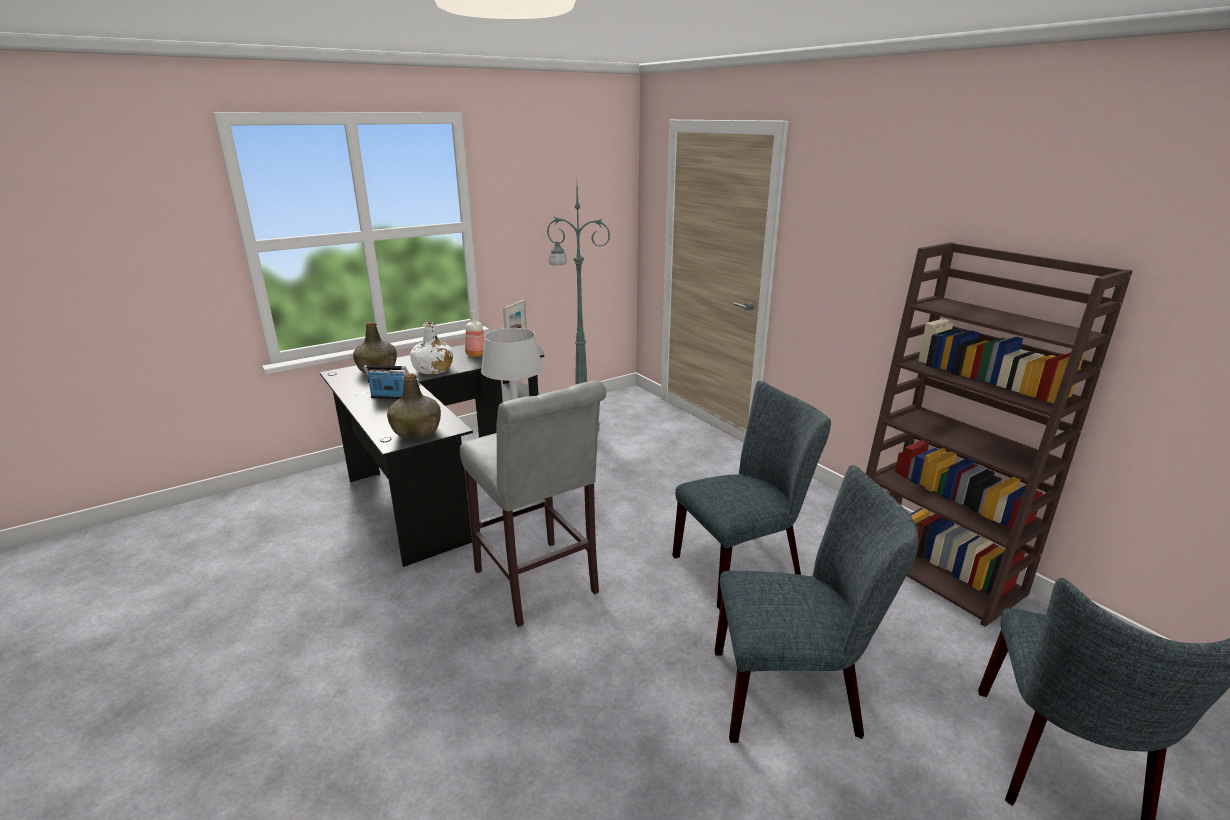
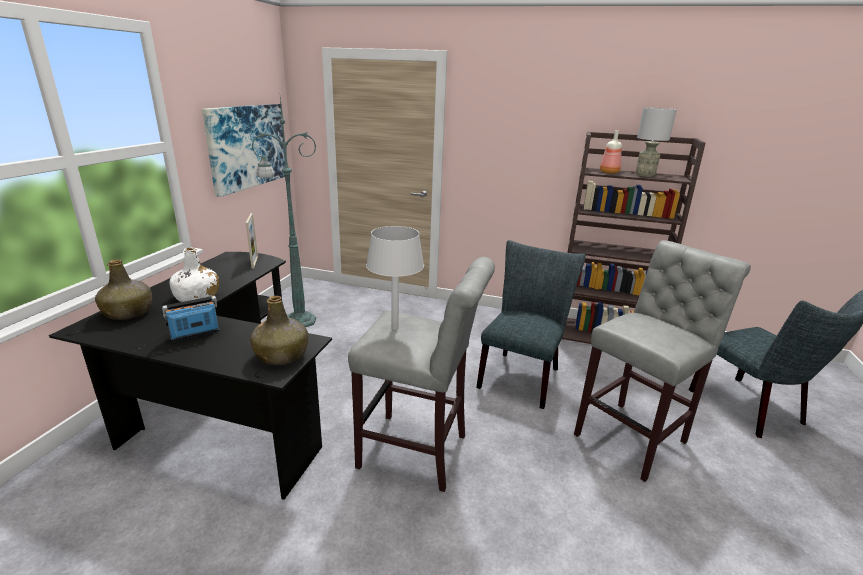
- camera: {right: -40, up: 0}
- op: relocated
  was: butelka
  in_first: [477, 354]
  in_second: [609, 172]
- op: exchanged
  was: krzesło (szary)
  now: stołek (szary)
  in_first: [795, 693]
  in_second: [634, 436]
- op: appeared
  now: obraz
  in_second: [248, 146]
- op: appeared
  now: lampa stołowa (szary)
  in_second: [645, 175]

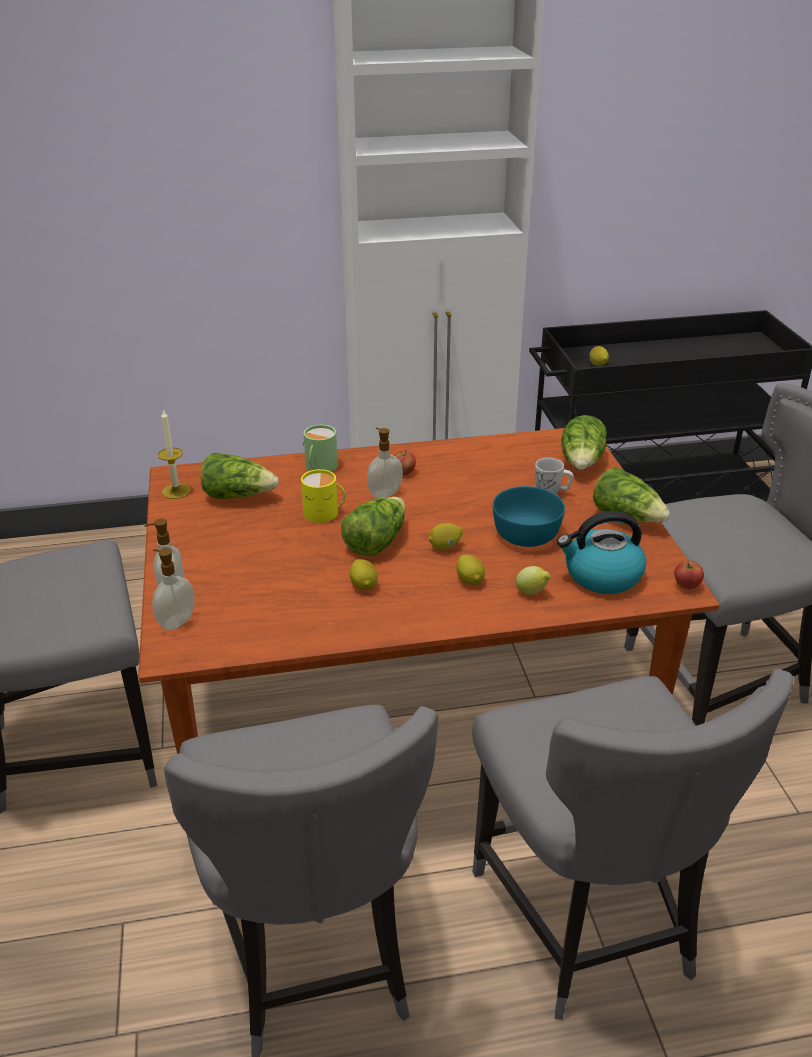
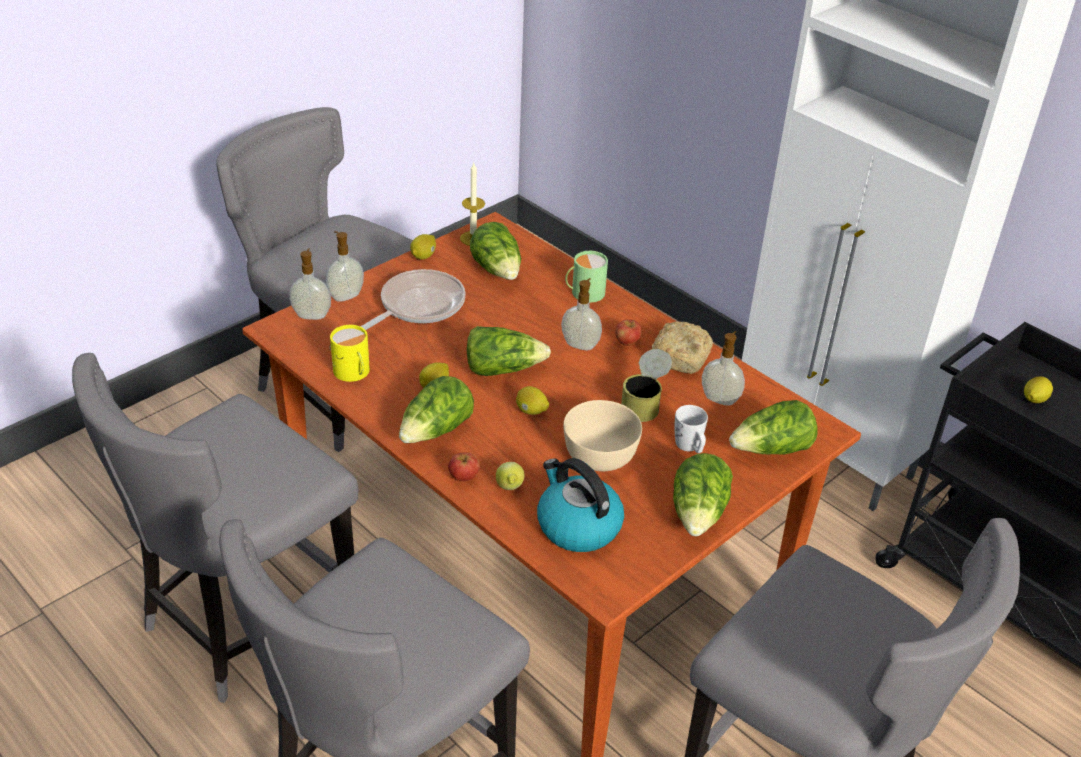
- camera: {right: 55, up: 5}
- op: relocated
  was: kubek (żółty)
  in_first: [324, 513]
  in_second: [352, 372]
- op: relocated
  was: cytryna
  in_first: [470, 580]
  in_second: [424, 256]
- op: colour
  was: miska (turkusowy)
  now: miska (beżowy)
  in_first: [527, 535]
  in_second: [599, 455]
- op: relocated
  was: jabłko
  in_first: [687, 585]
  in_second: [464, 477]
- op: appeared
  now: patelnia
  in_second: [418, 306]
- op: appeared
  now: sałata
  in_second: [436, 431]
- op: appeared
  now: puszka
  in_second: [645, 402]
- op: appeared
  now: chleb
  in_second: [681, 356]
- op: appeared
  now: dozownik mydła
  in_second: [720, 398]

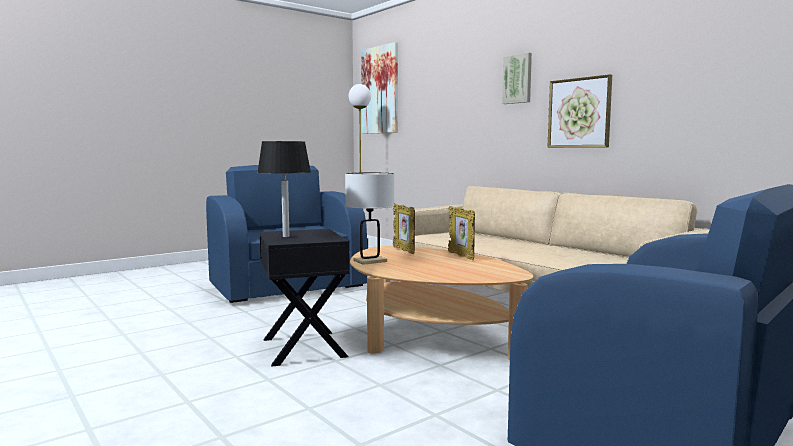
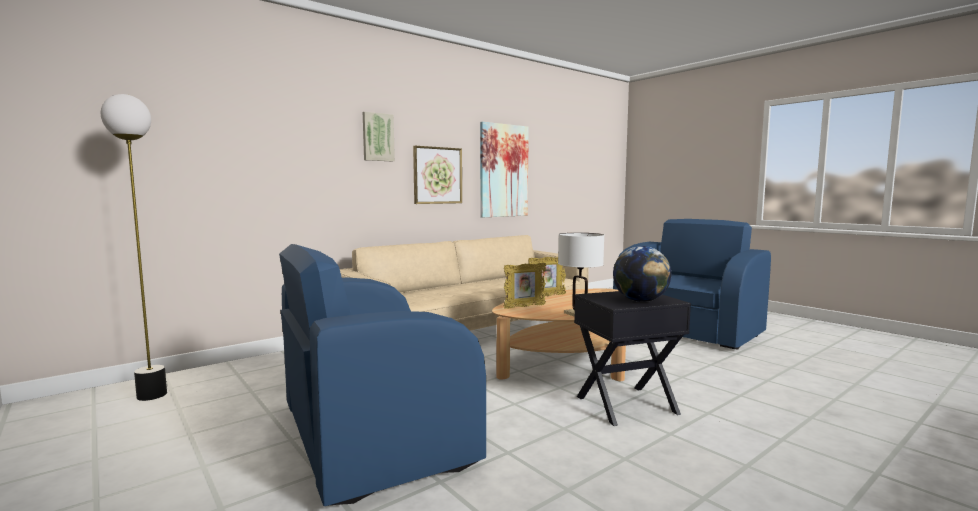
- camera: {right: -90, up: 0}
- op: exchanged
  was: lampa stołowa (czarny)
  now: globus
  in_first: [286, 236]
  in_second: [640, 301]
- op: relocated
  was: obraz
  in_first: [380, 90]
  in_second: [503, 170]

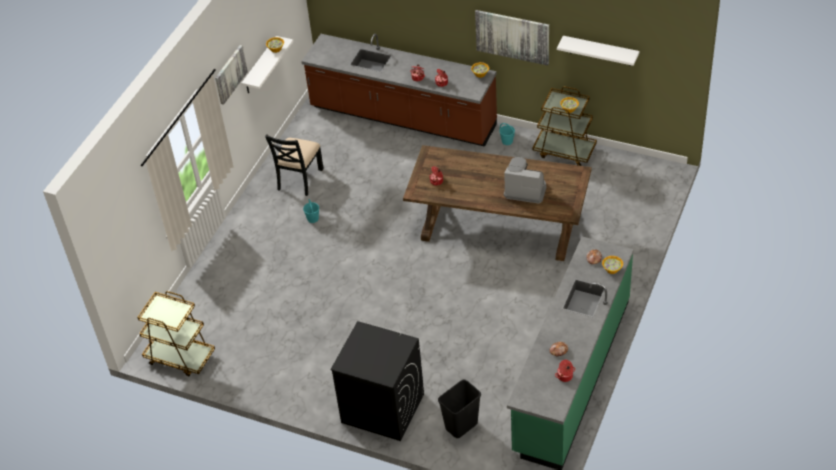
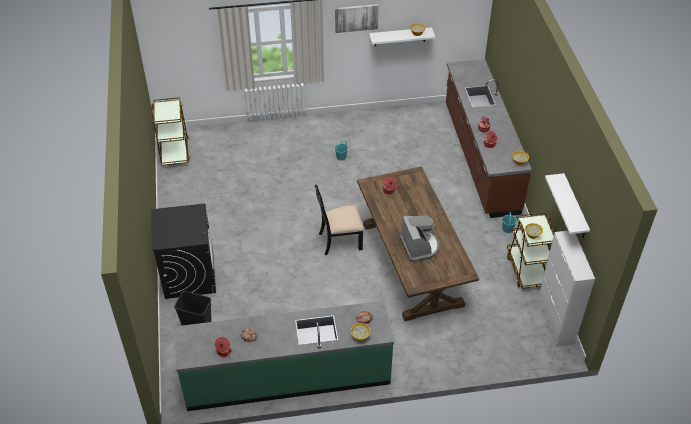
- camera: {right: 55, up: 0}
- op: relocated
  was: krzesło (czarny)
  in_first: [299, 179]
  in_second: [339, 241]
- op: missing
  was: obraz
  in_first: [512, 36]
- op: appeared
  now: szafka (biały)
  in_second: [555, 321]

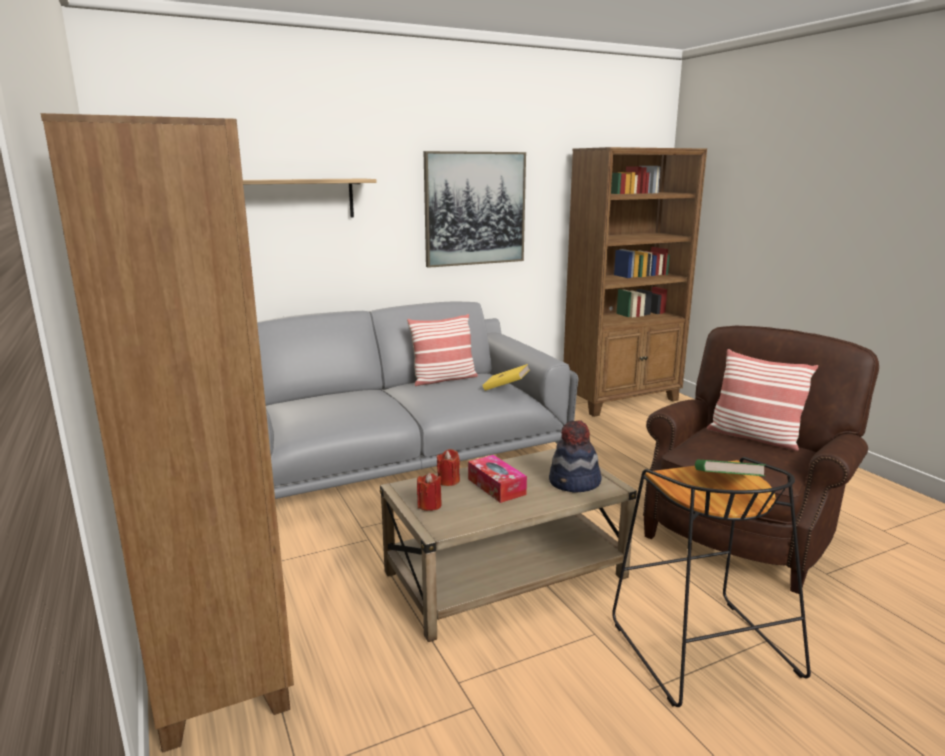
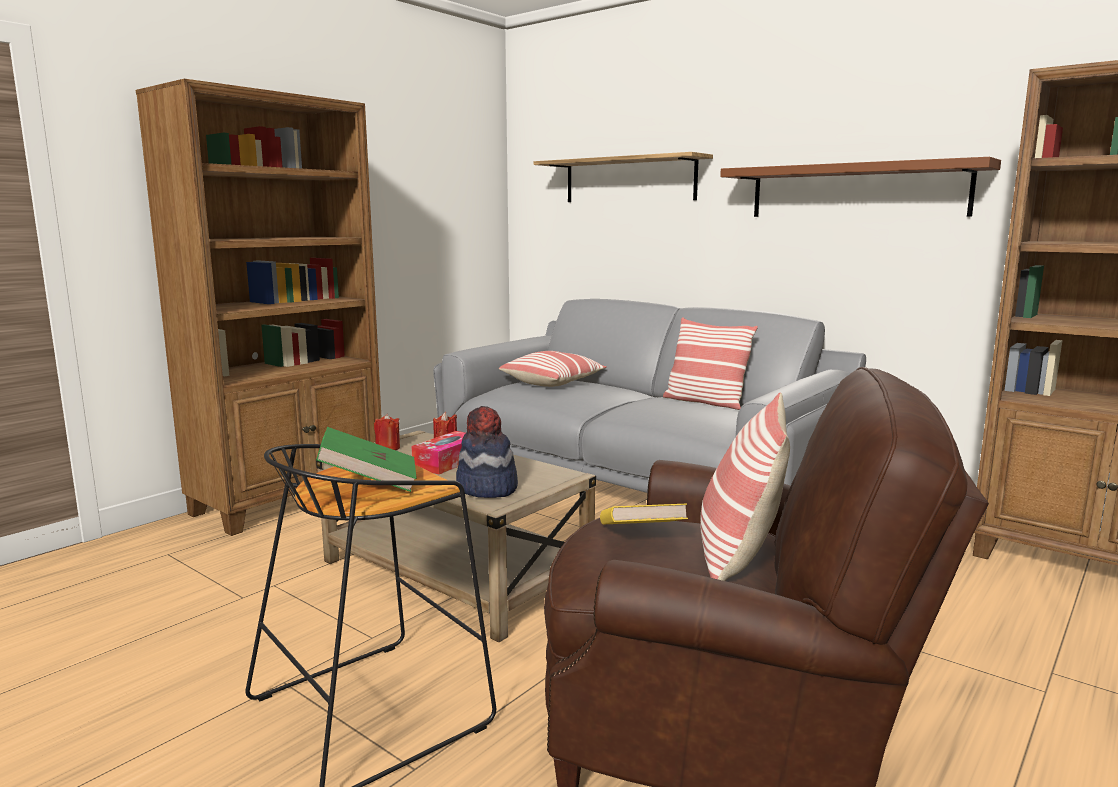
- camera: {right: 65, up: -5}
- op: exchanged
  was: obraz
  now: półka (brązowy)
  in_first: [475, 209]
  in_second: [856, 191]
- op: relocated
  was: książka (żółty)
  in_first: [506, 388]
  in_second: [640, 538]
- op: appeared
  now: poduszka
  in_second: [553, 382]

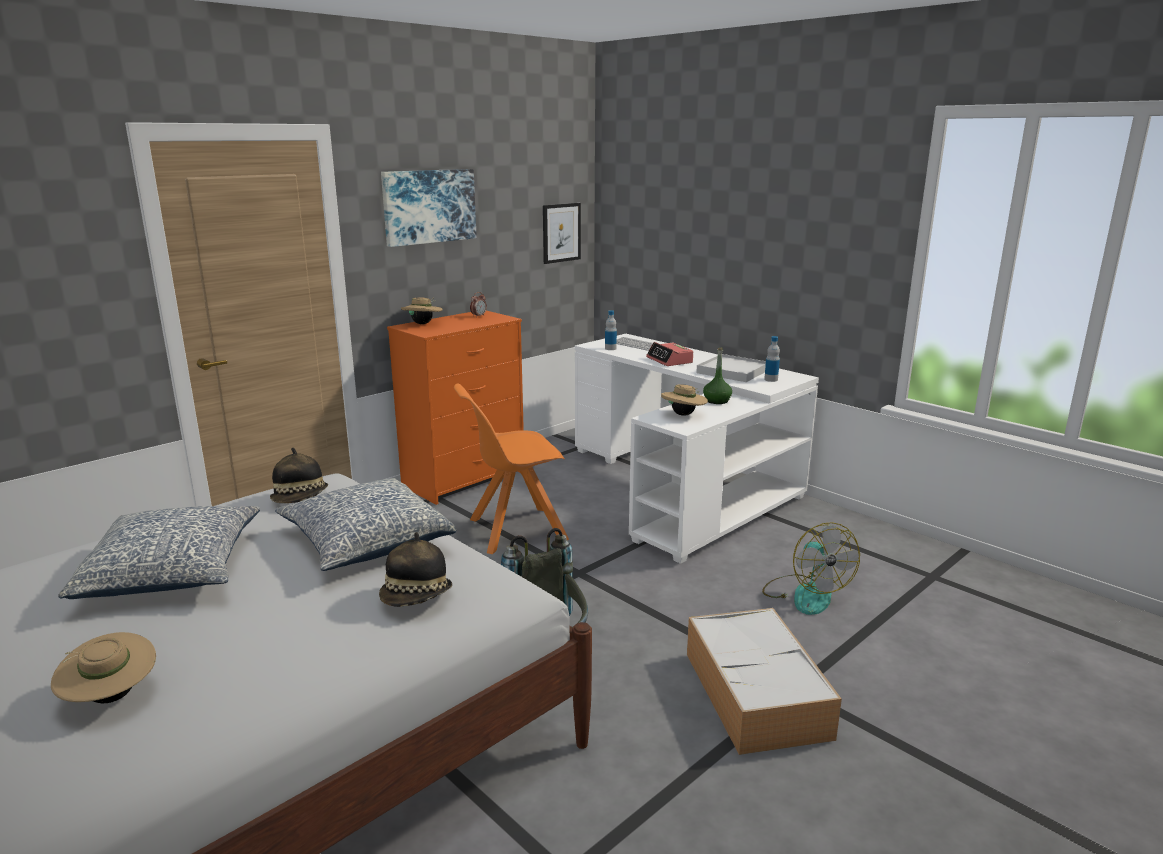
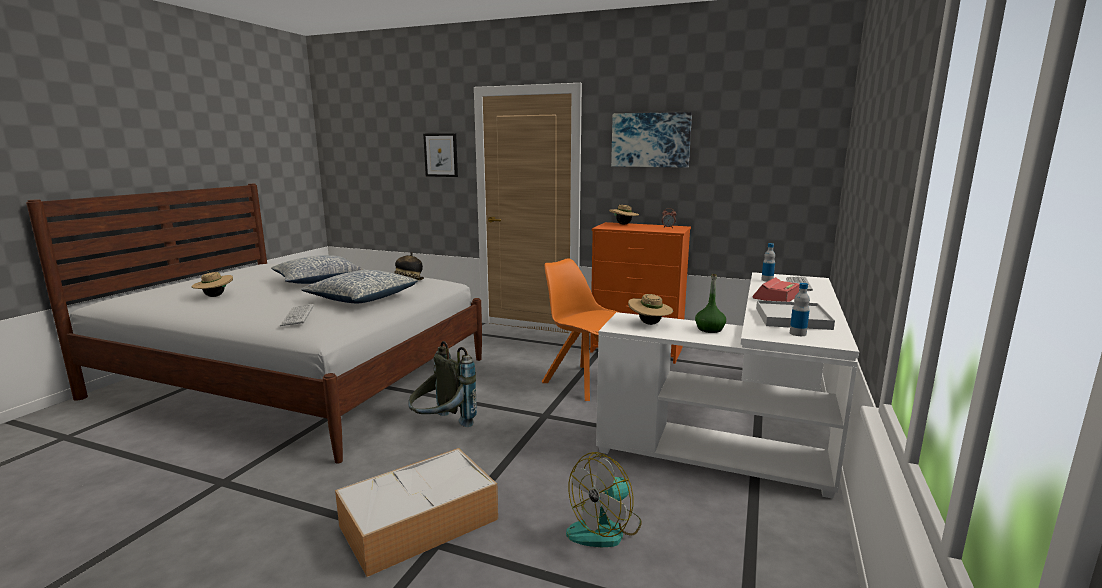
- camera: {right: 65, up: -5}
- op: exchanged
  was: kapelusz
  now: klawiatura
  in_first: [417, 598]
  in_second: [297, 316]
- op: relocated
  was: obraz
  in_first: [561, 233]
  in_second: [441, 155]

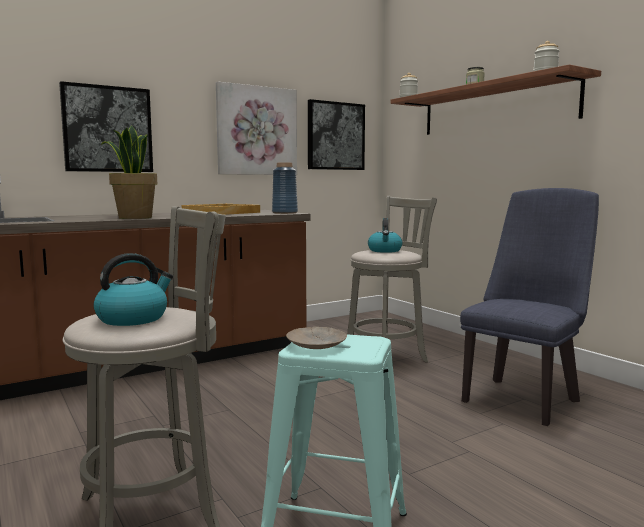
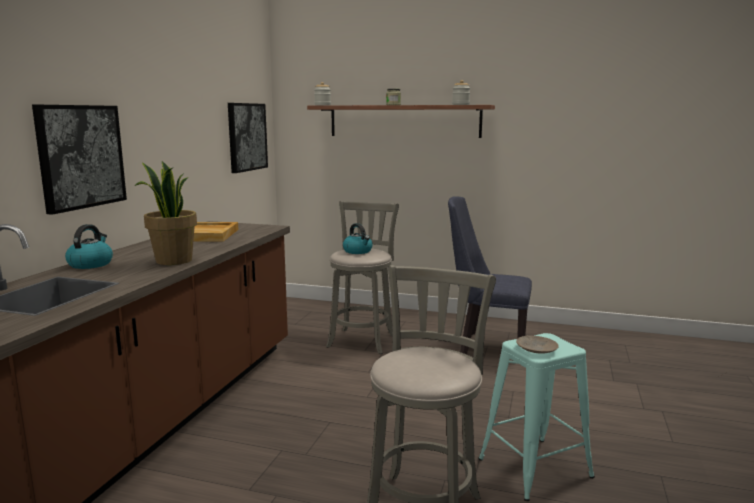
- camera: {right: -40, up: 5}
- op: relocated
  was: czajnik
  in_first: [133, 318]
  in_second: [90, 264]
- op: missing
  was: obraz
  in_first: [256, 131]
- op: missing
  was: wazon (niebieski)
  in_first: [284, 213]
- op: spun
  was: krzesło (niebieski)
  in_first: [523, 397]
  in_second: [486, 345]
  clockwise: -75

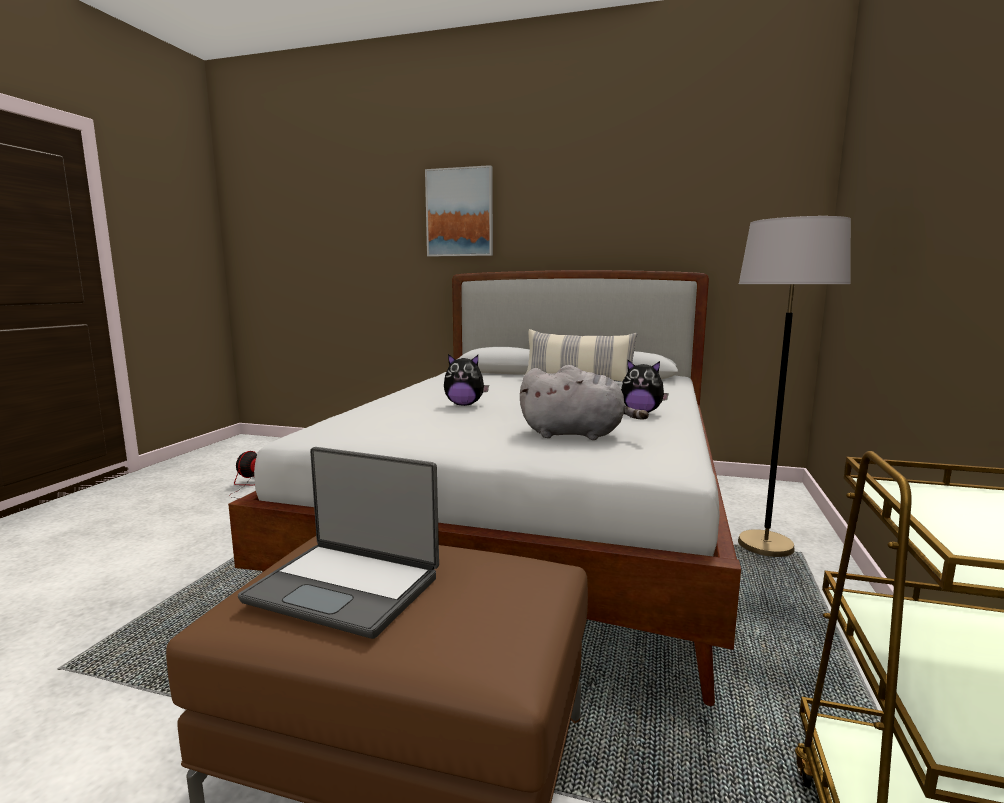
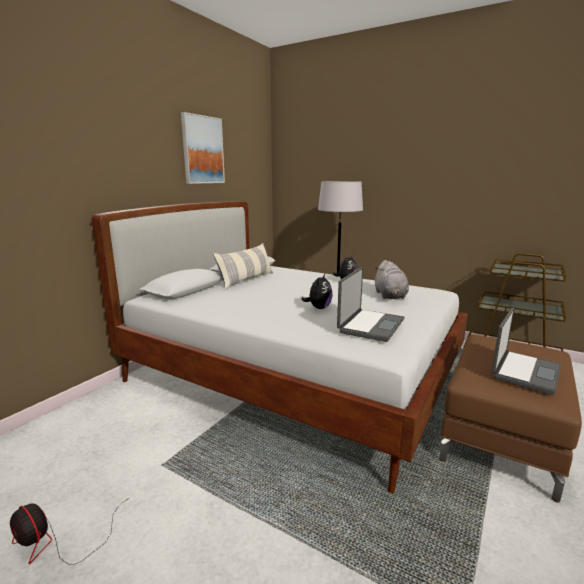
- camera: {right: -75, up: 5}
- op: relocated
  was: obraz
  in_first: [459, 212]
  in_second: [202, 150]
- op: spun
  was: pluszak (szary)
  in_first: [576, 434]
  in_second: [390, 296]
  clockwise: 150
- op: appeared
  now: laptop
  in_second: [370, 326]

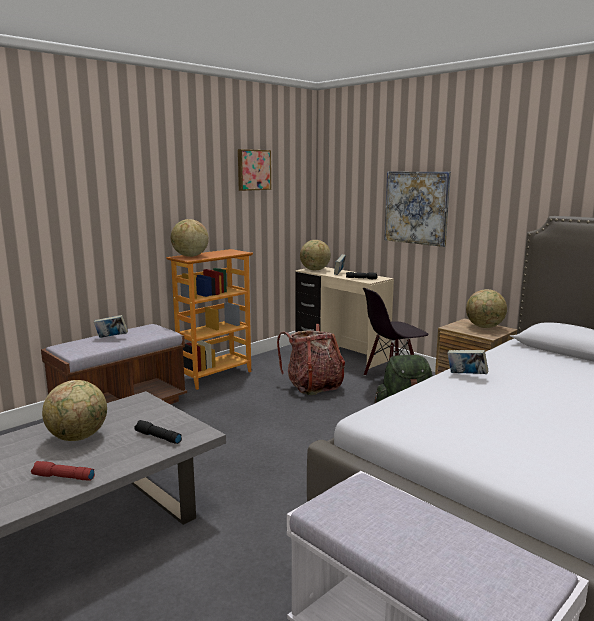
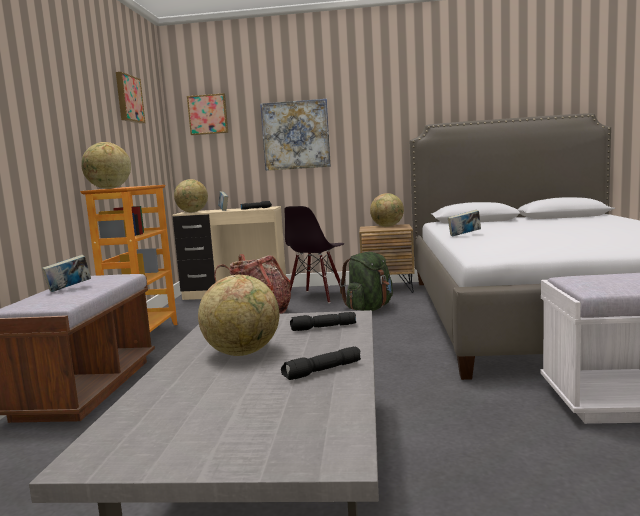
- camera: {right: -40, up: -5}
- op: colour
  was: latarka (czerwony)
  now: latarka (czarny)
  in_first: [63, 477]
  in_second: [322, 371]
- op: appeared
  now: obraz
  in_second: [208, 114]

